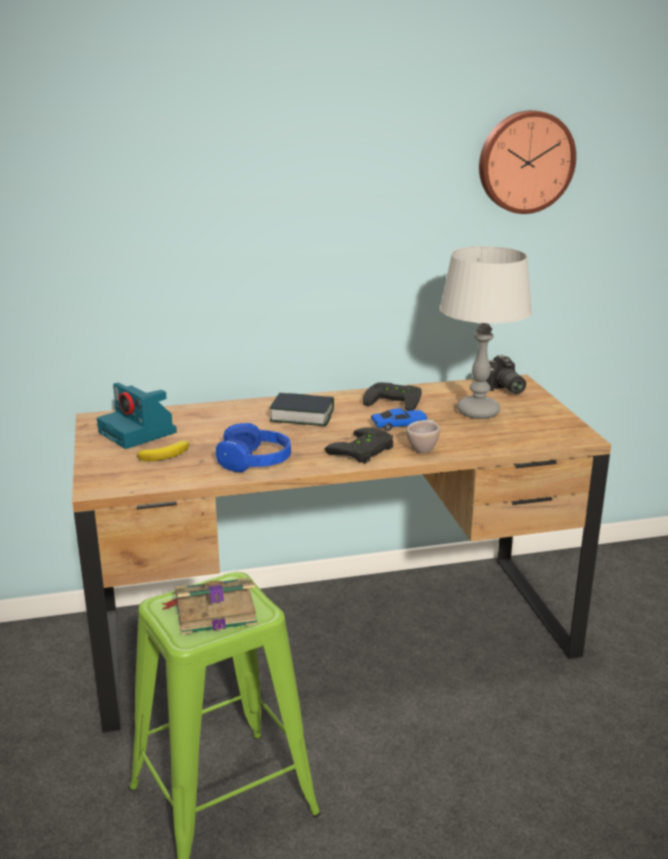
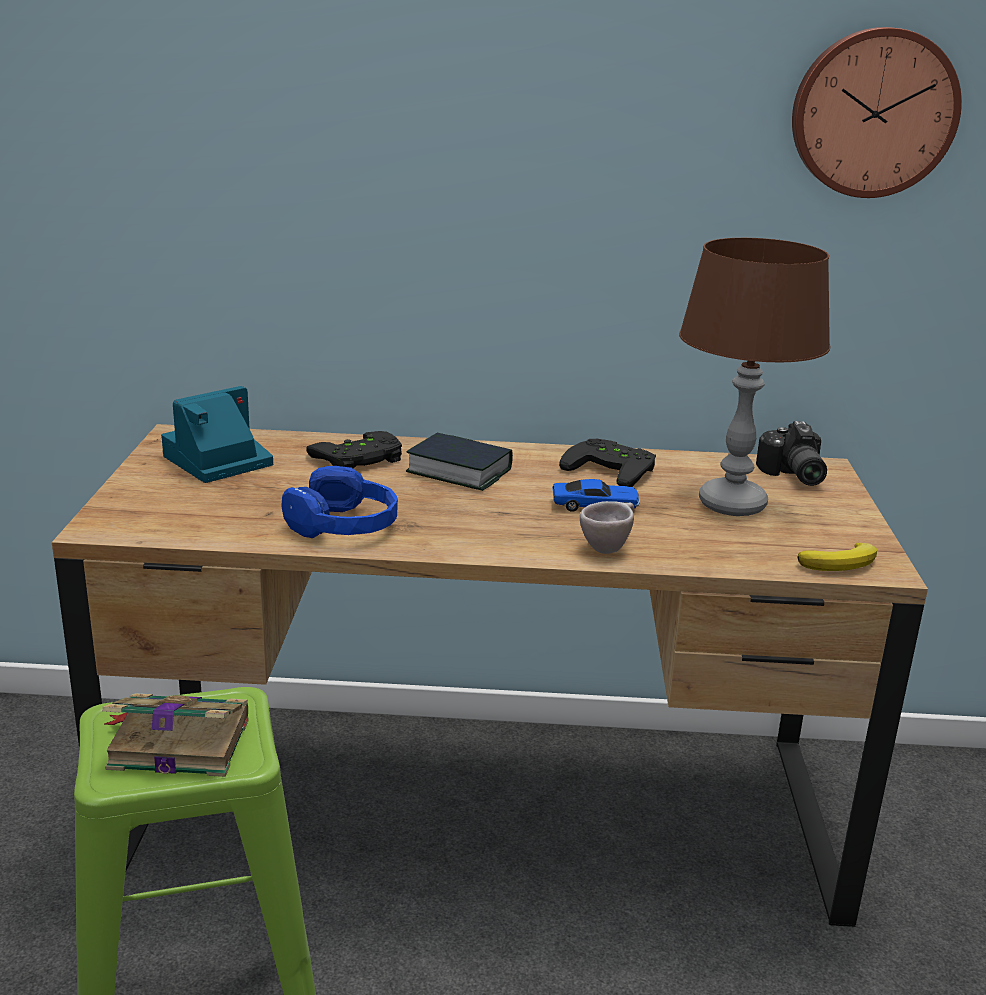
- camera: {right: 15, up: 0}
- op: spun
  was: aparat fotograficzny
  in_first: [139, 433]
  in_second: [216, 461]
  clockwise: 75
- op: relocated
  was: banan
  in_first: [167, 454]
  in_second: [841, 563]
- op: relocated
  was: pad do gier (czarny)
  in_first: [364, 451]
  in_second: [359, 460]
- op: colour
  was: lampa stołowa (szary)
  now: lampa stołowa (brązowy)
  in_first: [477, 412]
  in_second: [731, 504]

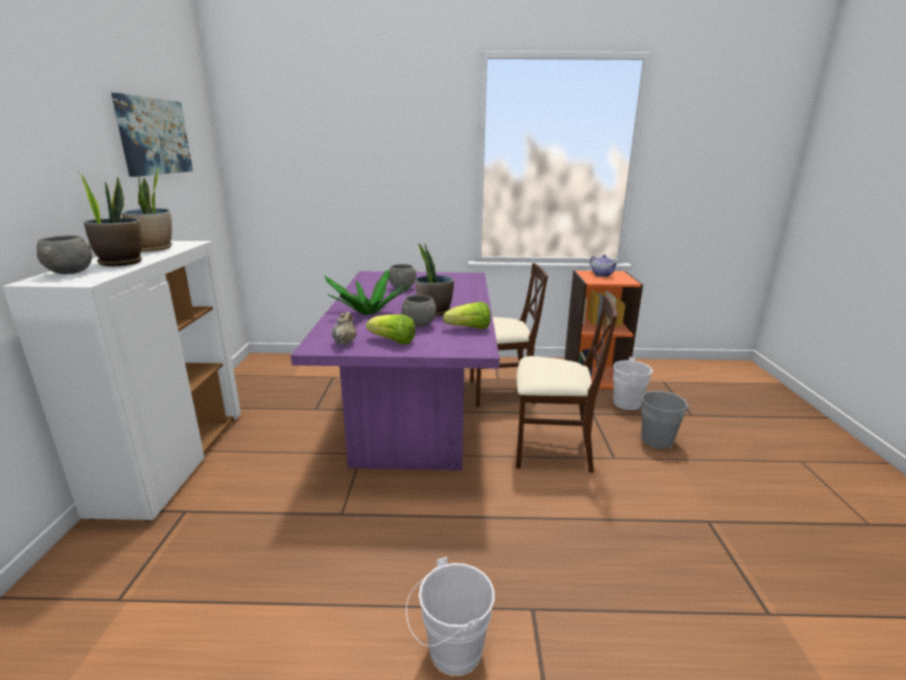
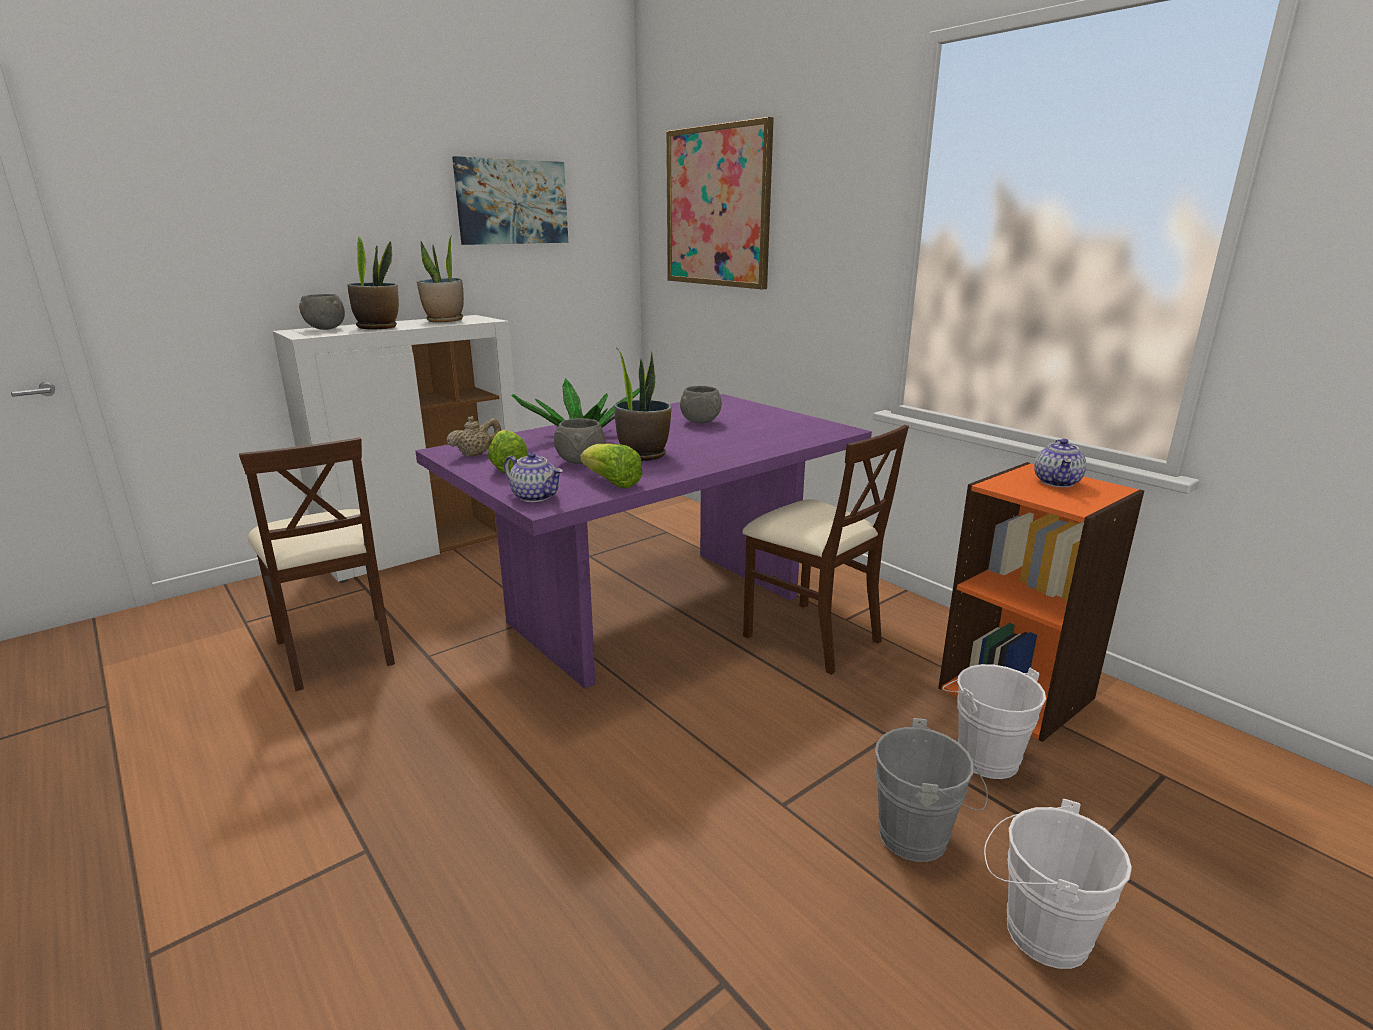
- camera: {right: 50, up: 0}
- op: relocated
  was: wiadro (biały)
  in_first: [449, 652]
  in_second: [1037, 930]
- op: relocated
  was: krzesło (beżowy)
  in_first: [551, 450]
  in_second: [337, 650]
- op: appeared
  now: imbryk
  in_second: [536, 496]
- op: appeared
  now: obraz
  in_second: [717, 207]

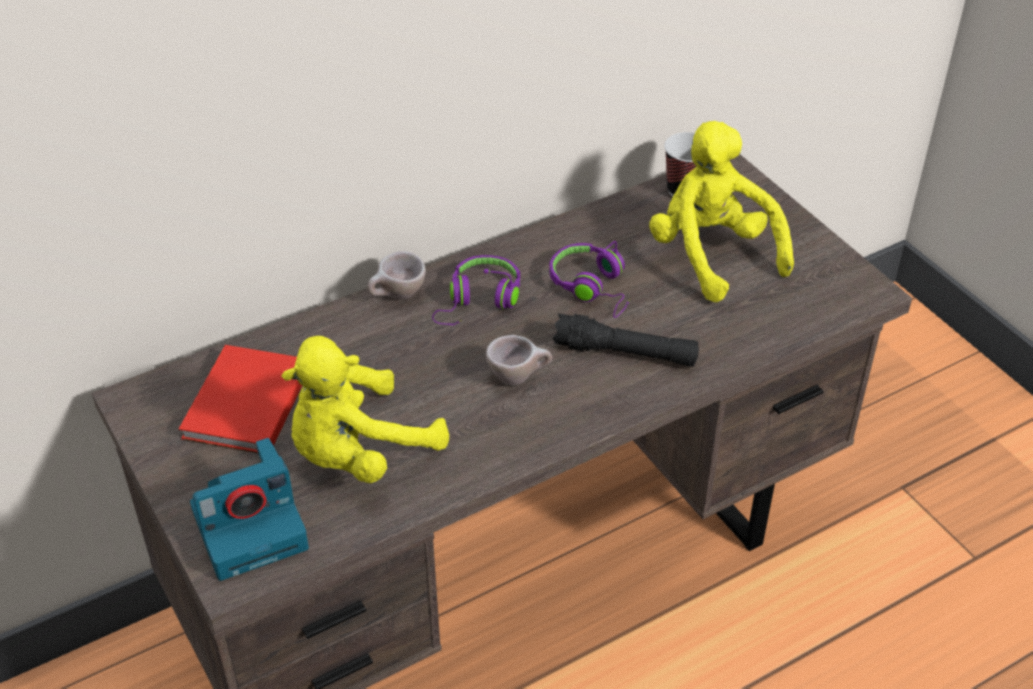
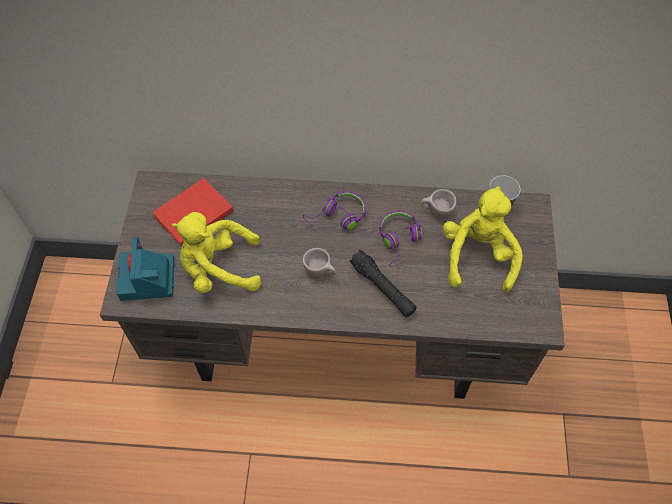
- camera: {right: 35, up: 15}
- op: spun
  was: aparat fotograficzny
  in_first: [252, 526]
  in_second: [148, 279]
  clockwise: 75
- op: relocated
  was: filiżanka (beżowy)
  in_first: [397, 297]
  in_second: [436, 211]

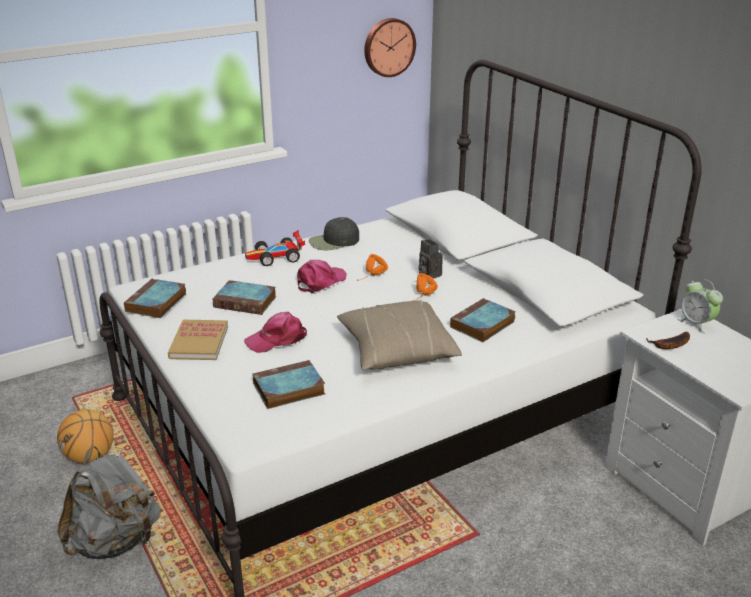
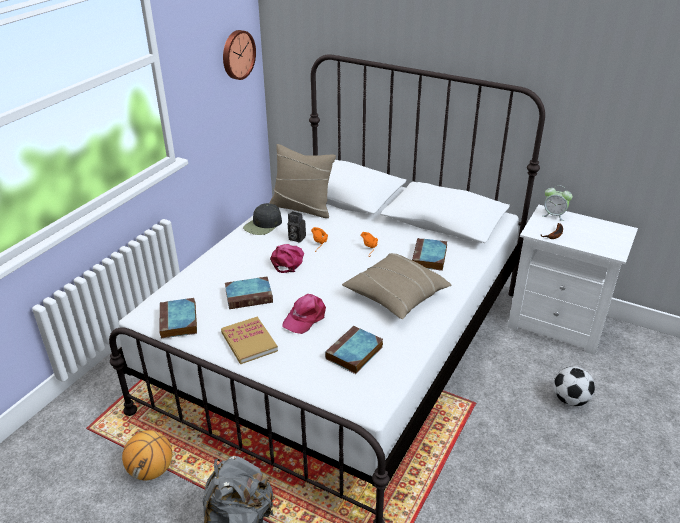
- camera: {right: -30, up: 5}
- op: missing
  was: samochodzik
  in_first: [276, 257]
- op: relocated
  was: aparat fotograficzny
  in_first: [428, 274]
  in_second: [295, 238]
- op: appeared
  now: poduszka (beżowy)
  in_second: [302, 207]
- op: appeared
  now: piłka futbolowa
  in_second: [570, 400]

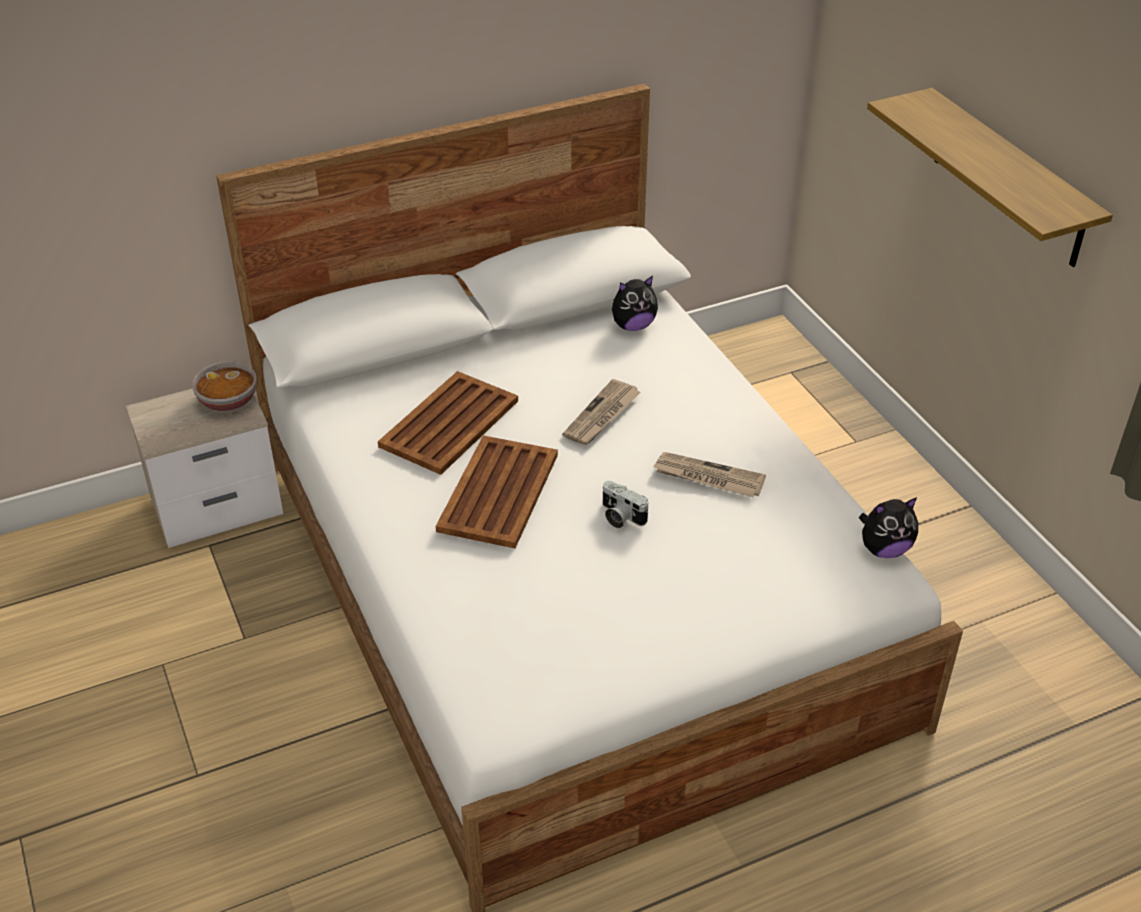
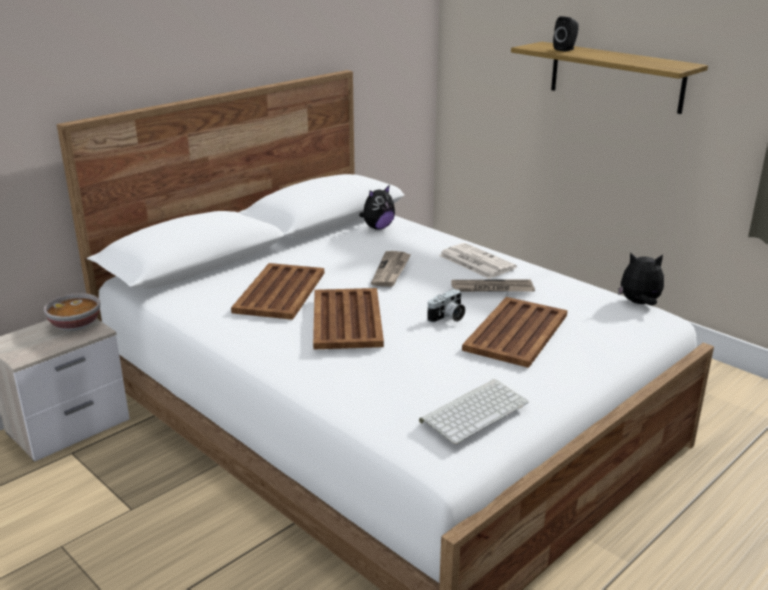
- camera: {right: -20, up: -15}
- op: spun
  was: aparat fotograficzny
  in_first: [620, 517]
  in_second: [447, 317]
  clockwise: -60
- op: spun
  was: pluszak
  in_first: [884, 549]
  in_second: [639, 303]
  clockwise: -135
- op: appeared
  now: klawiatura
  in_second: [474, 410]
- op: appeared
  now: gazeta
  in_second: [475, 261]
- op: appeared
  now: taca (brązowy)
  in_second: [517, 332]
- op: appeared
  now: głośnik (czarny)
  in_second: [566, 49]

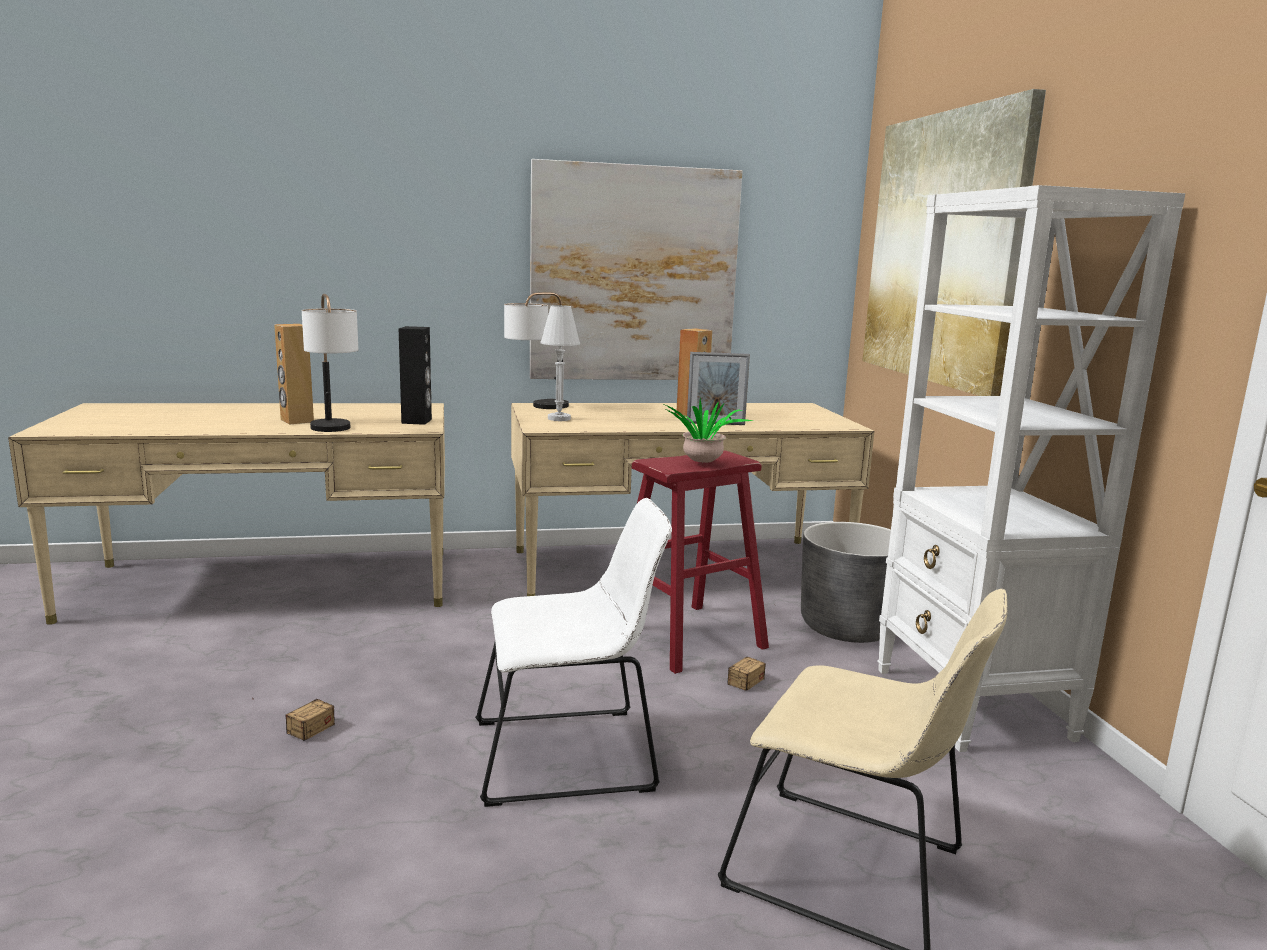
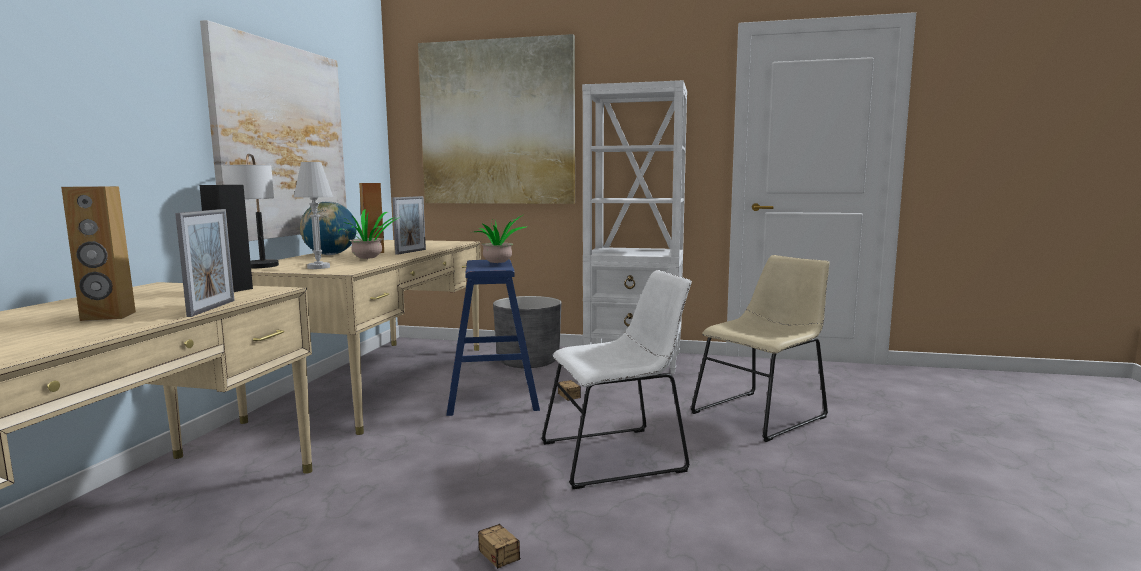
- camera: {right: -65, up: -5}
- op: exchanged
  was: lampa stołowa
  now: ramka na zdjęcie
  in_first: [333, 431]
  in_second: [212, 308]
- op: spun
  was: krzesło (biały)
  in_first: [572, 755]
  in_second: [618, 456]
  clockwise: 60
- op: colour
  was: stołek (czerwony)
  now: stołek (niebieski)
  in_first: [687, 637]
  in_second: [492, 398]
- op: appeared
  now: globus
  in_second: [330, 255]
- op: appeared
  now: roślina doniczkowa
  in_second: [369, 260]

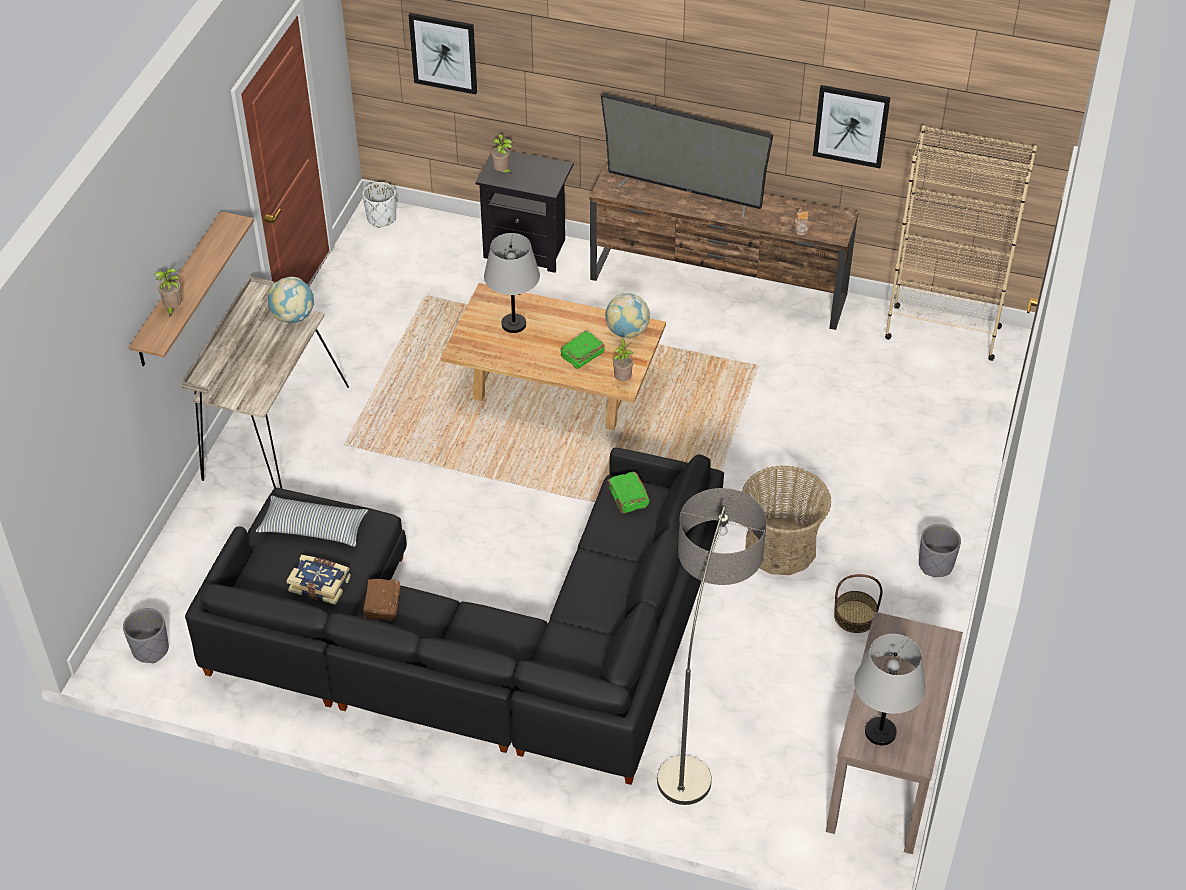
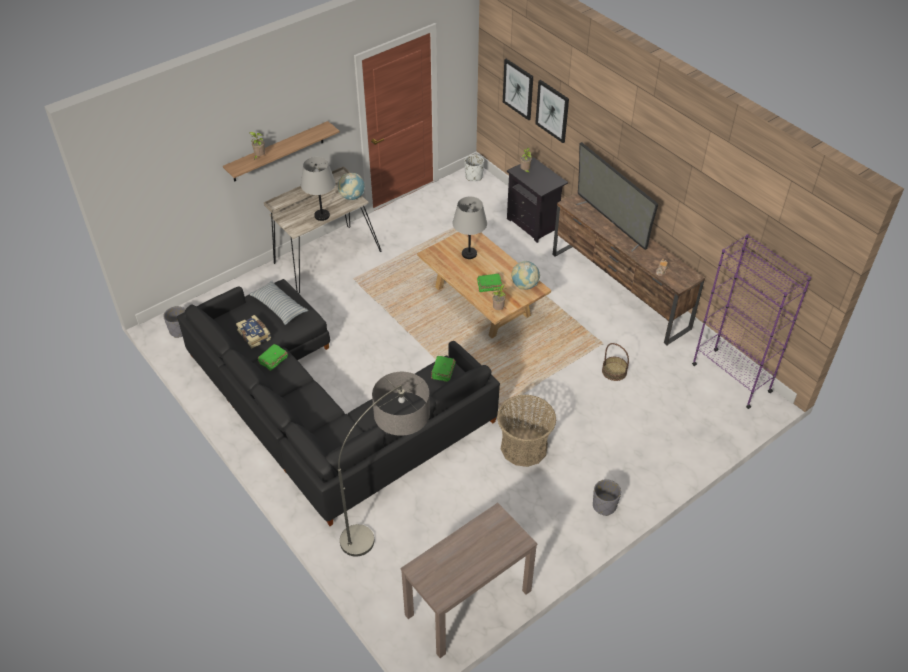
- camera: {right: 35, up: 0}
- op: colour
  was: książka (brązowy)
  now: książka (zielony)
  in_first: [382, 605]
  in_second: [273, 361]
- op: relocated
  was: obraz
  in_first: [851, 125]
  in_second: [552, 111]
- op: relocated
  was: koszyk
  in_first: [855, 616]
  in_second: [614, 371]
- op: relocated
  was: lampa stołowa (szary)
  in_first: [880, 732]
  in_second: [322, 216]
- op: colour
  was: regał (beżowy)
  now: regał (fioletowy)
  in_first: [942, 332]
  in_second: [731, 378]

